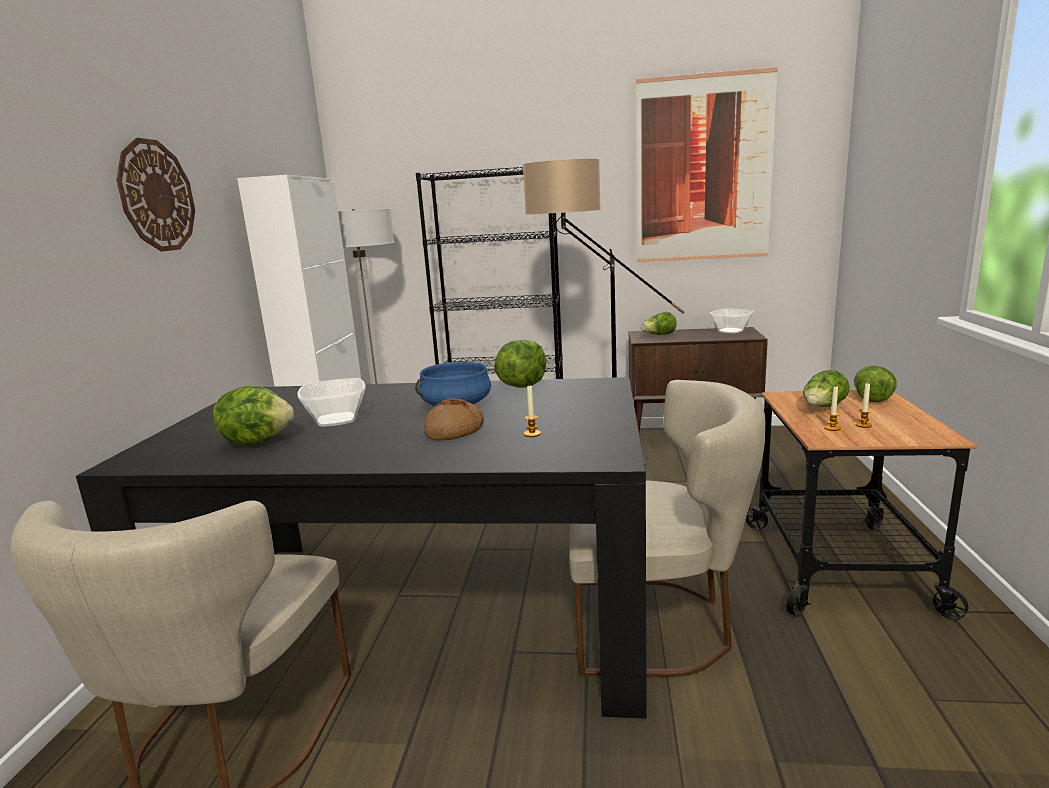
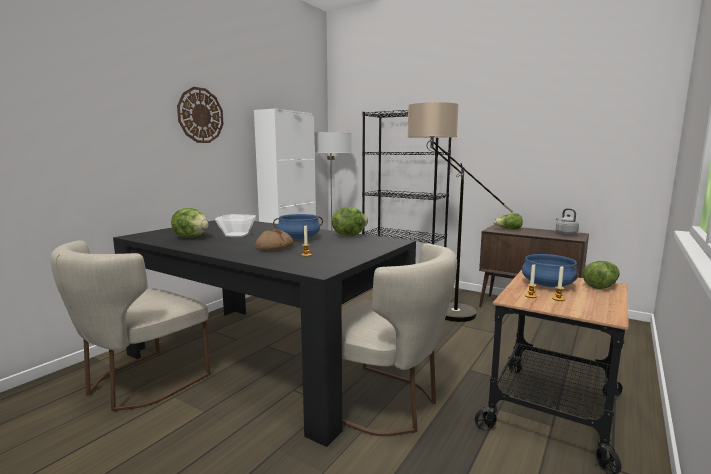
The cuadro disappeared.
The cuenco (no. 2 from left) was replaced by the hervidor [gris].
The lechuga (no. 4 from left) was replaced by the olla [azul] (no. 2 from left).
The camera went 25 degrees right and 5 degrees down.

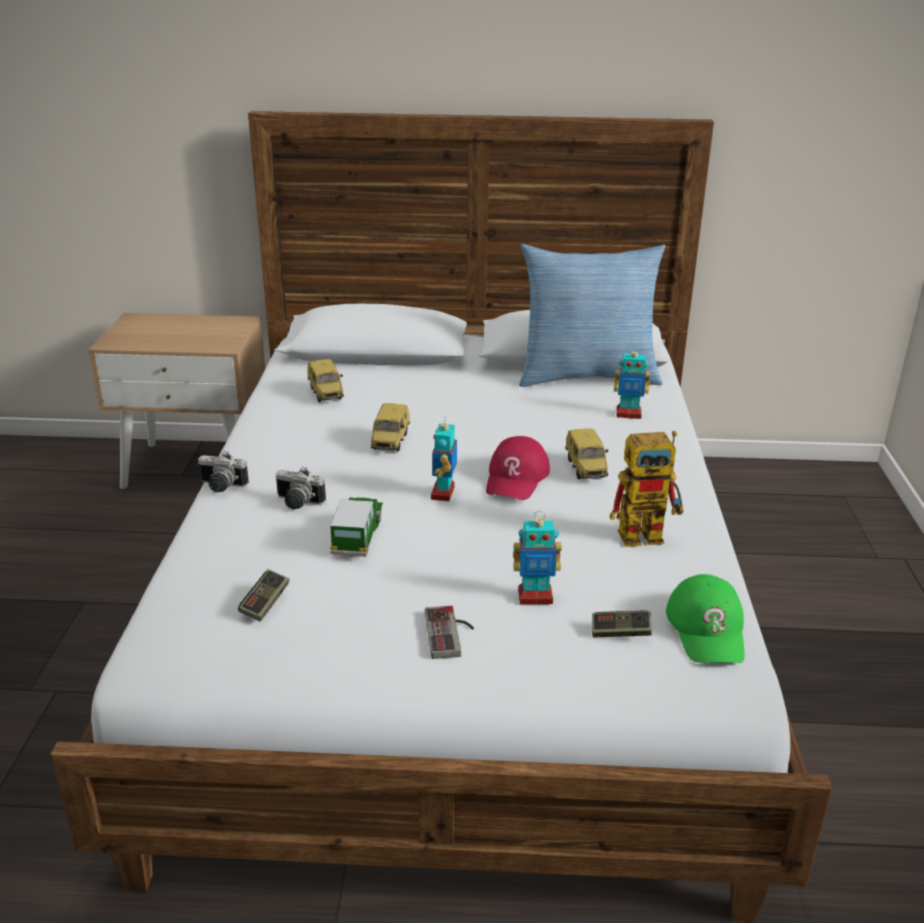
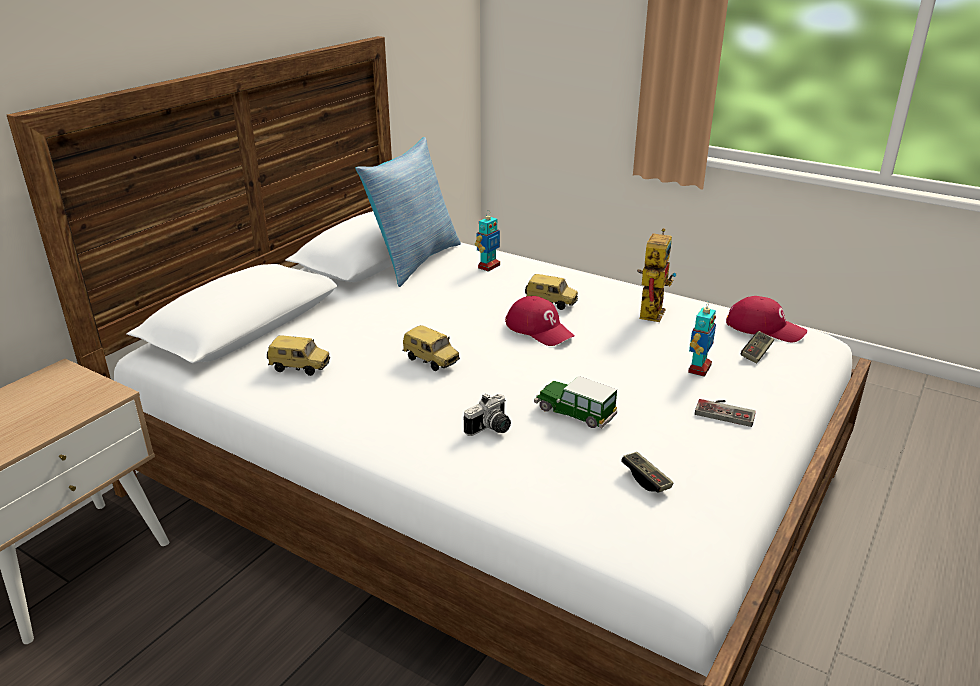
The cámara (no. 1 from left) disappeared.
The robot de juguete (no. 1 from left) disappeared.
The gorra [verde] became the gorra [rojo] (no. 2 from left).
The camera went 60 degrees left and 0 degrees up.

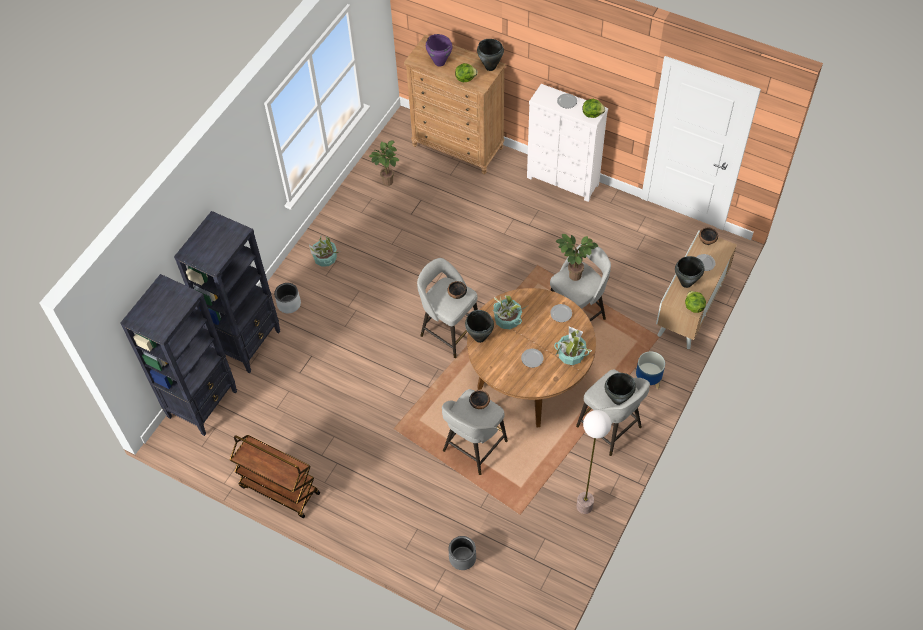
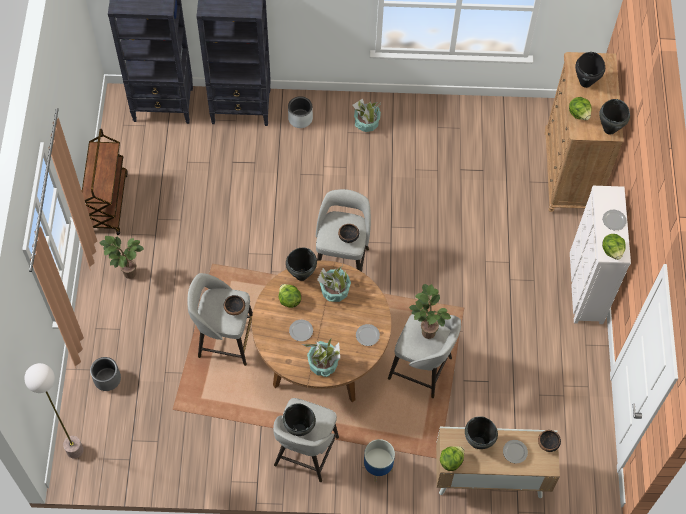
The planta en maceta (no. 2 from left in the first image) moved.
The olla [morado] became the olla [negro] (no. 4 from left).
The lámpara de pie moved.
The lechuga (no. 1 from left) appeared.
The camera went 60 degrees right and 5 degrees up.

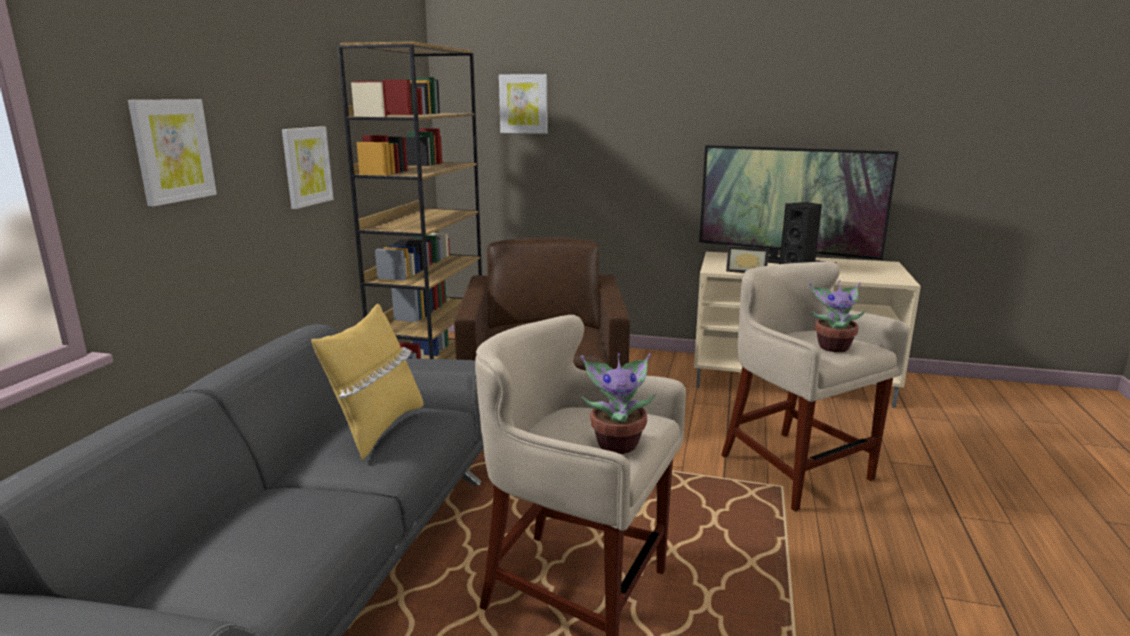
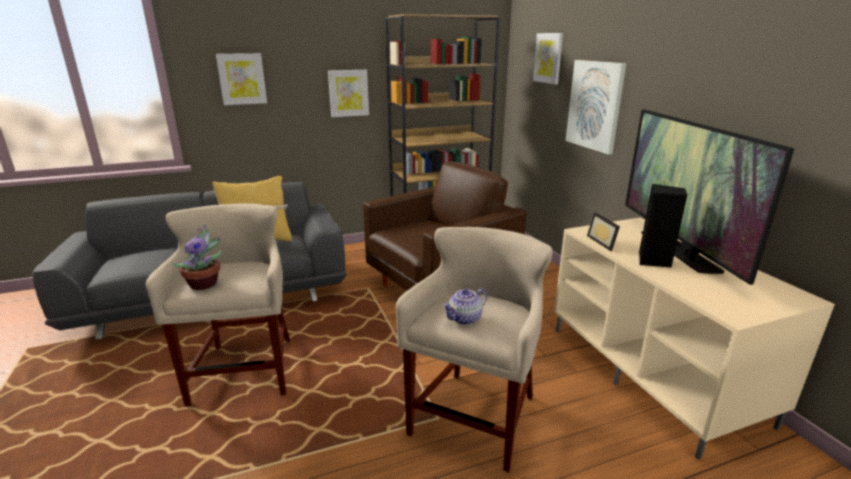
The planta en maceta (no. 2 from left) was replaced by the tetera.
The cuadro (no. 4 from left) appeared.
The camera went 55 degrees right and 5 degrees up.

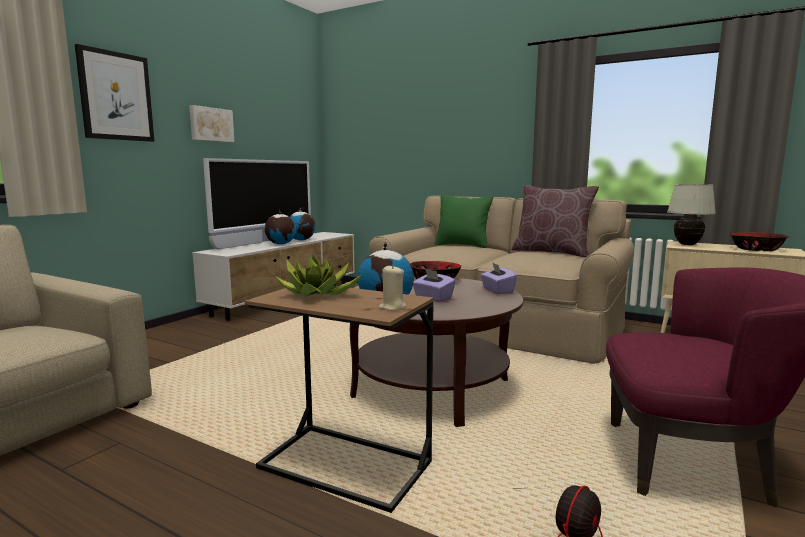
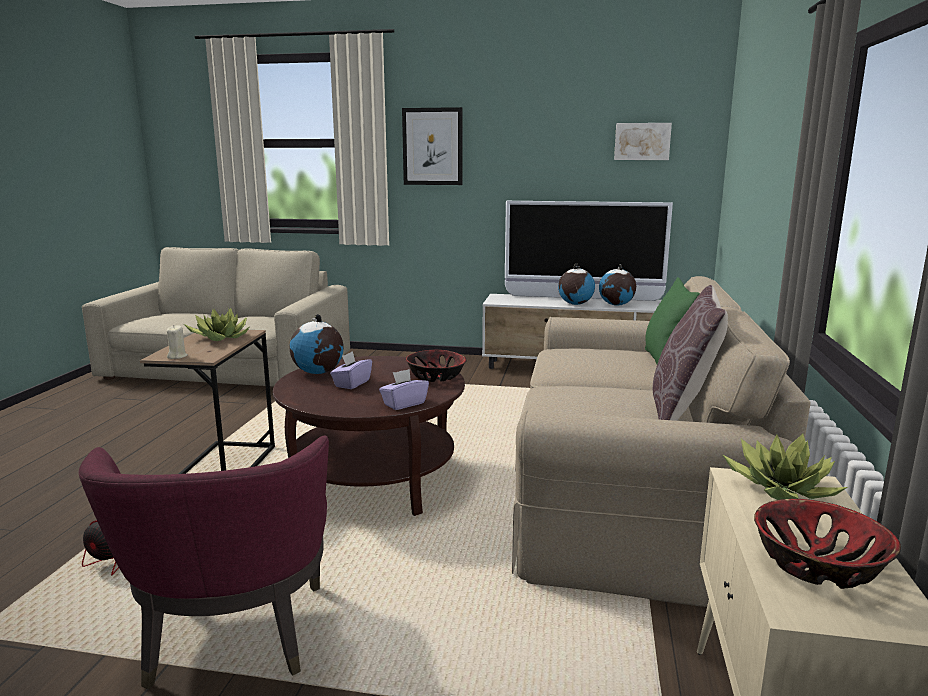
The cuadro (no. 2 from left) moved.
The lámpara de mesa [blanco] was replaced by the planta en maceta (no. 2 from left).
The camera went 70 degrees right and 5 degrees up.

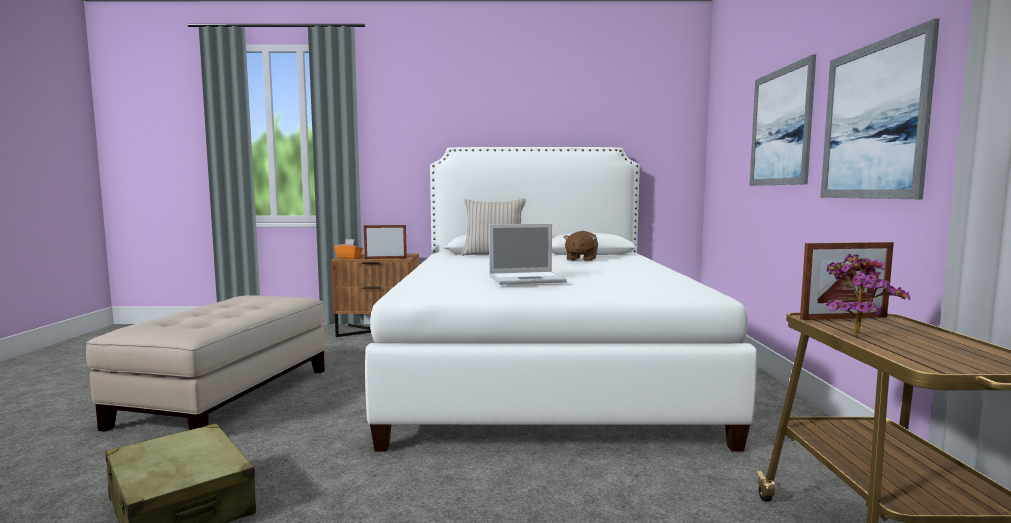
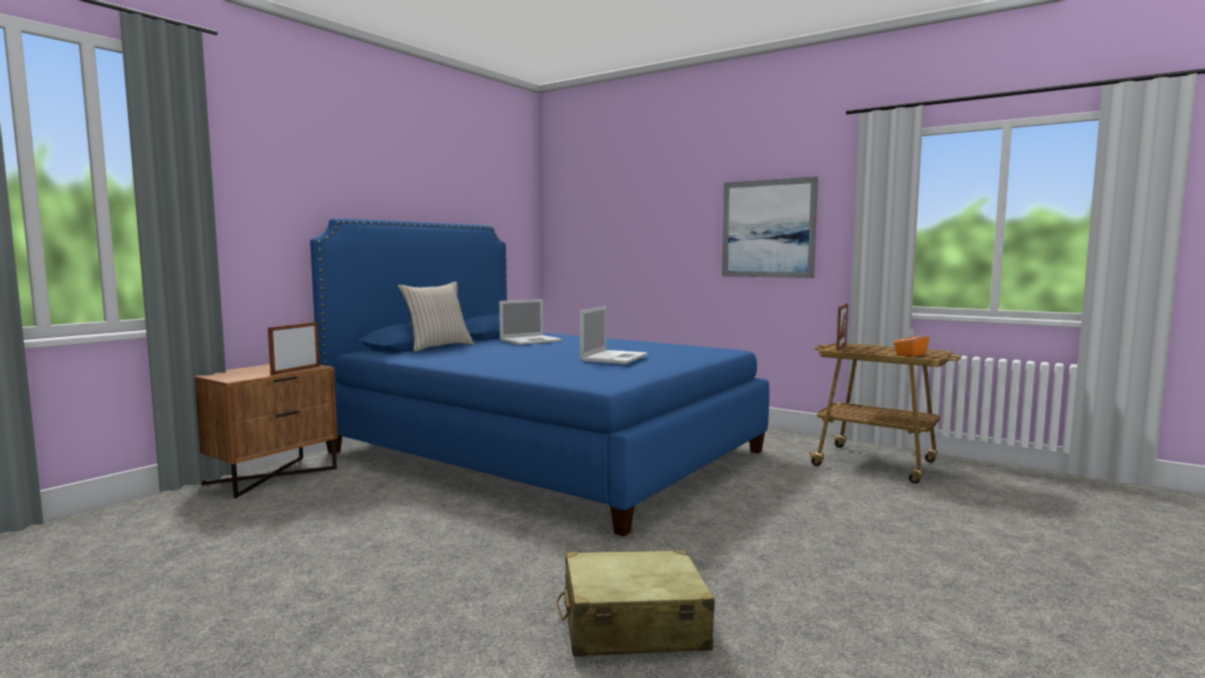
The puf [beis] disappeared.
The caja de pañuelos [naranja] moved.
The cama [blanco] became the cama [azul].
The peluche [marrón] was replaced by the portátil (no. 1 from left).
The cuadro (no. 1 from left) disappeared.
The planta en maceta disappeared.
The camera went 55 degrees left and 0 degrees up.

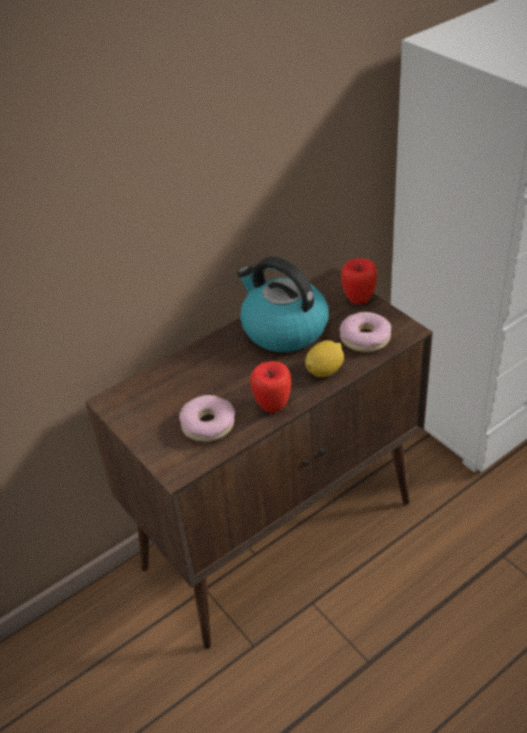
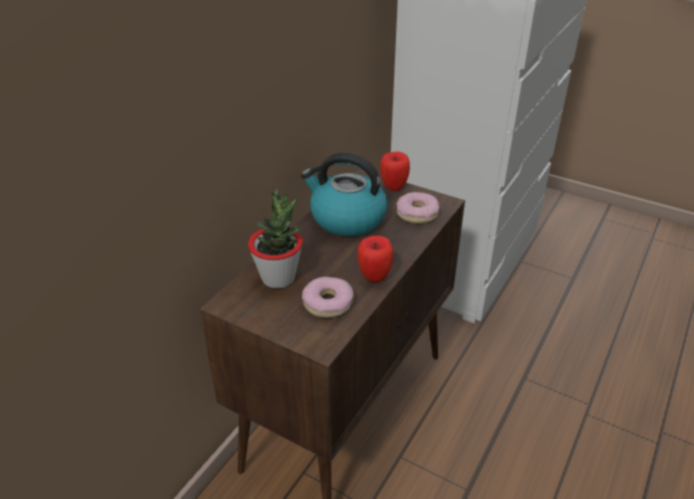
The limón disappeared.
The planta en maceta appeared.
The camera went 25 degrees left and 5 degrees down.

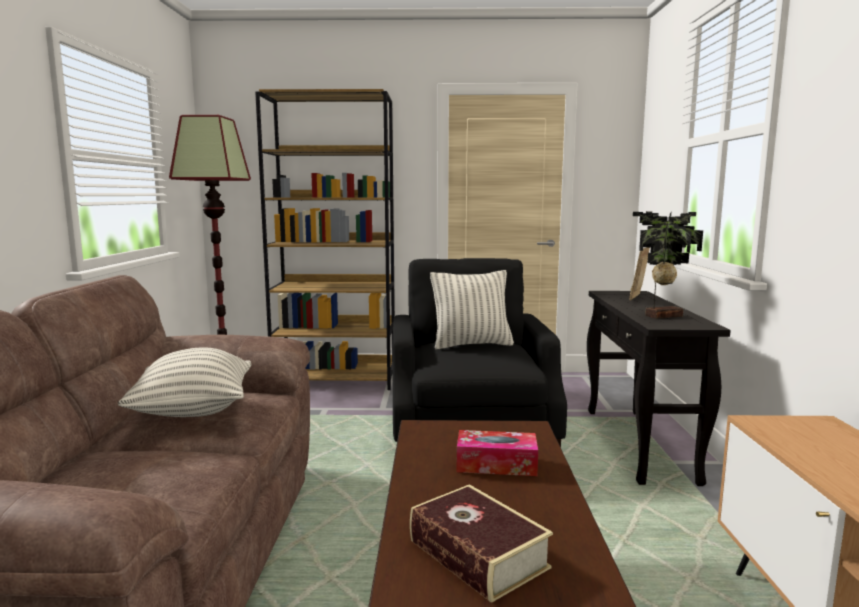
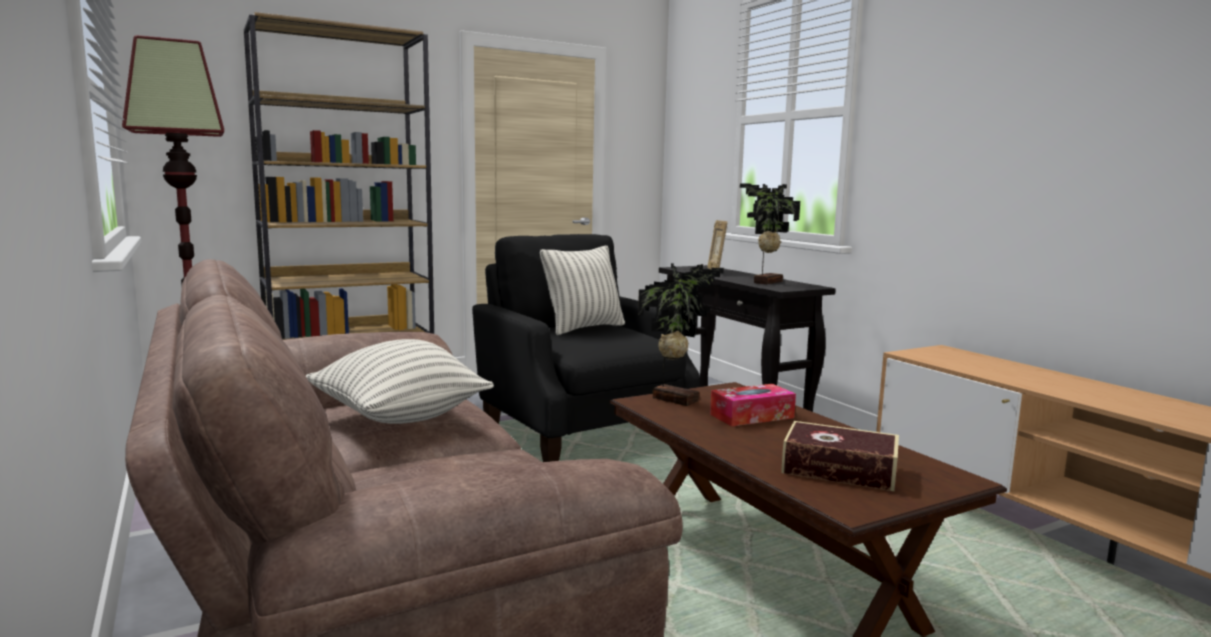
The planta en maceta (no. 1 from left) appeared.
The camera went 30 degrees left and 0 degrees up.

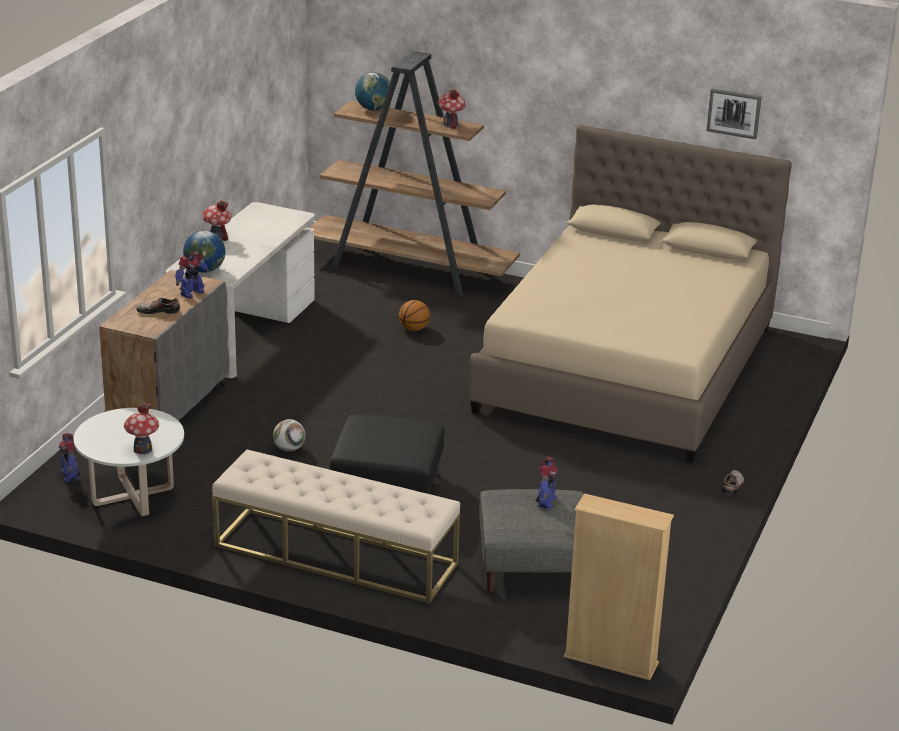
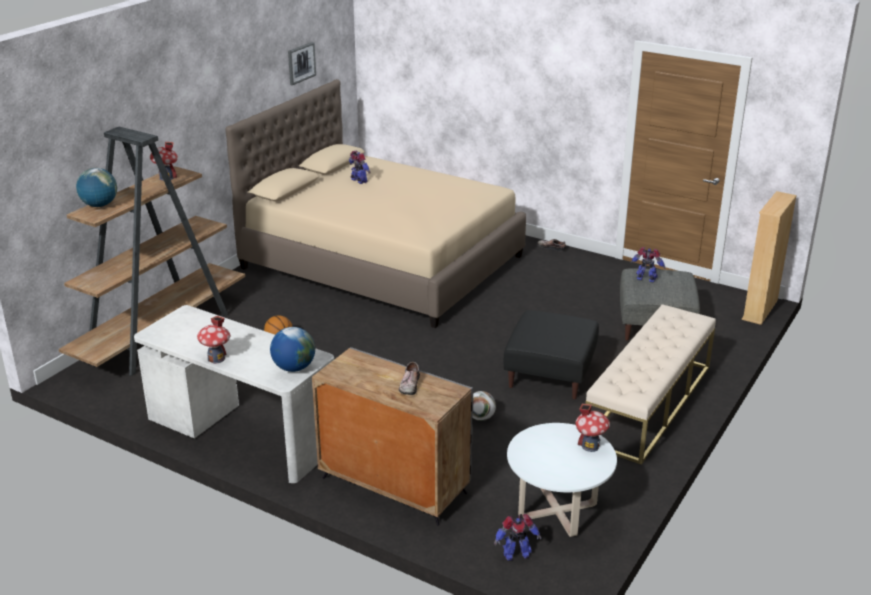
The robot de juguete (no. 2 from left in the first image) moved.
The camera went 80 degrees left and 0 degrees up.

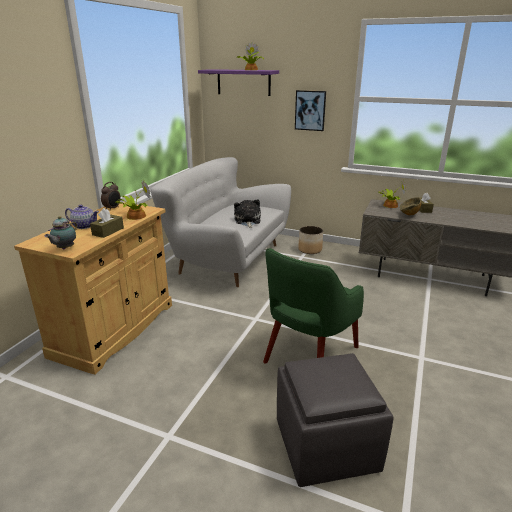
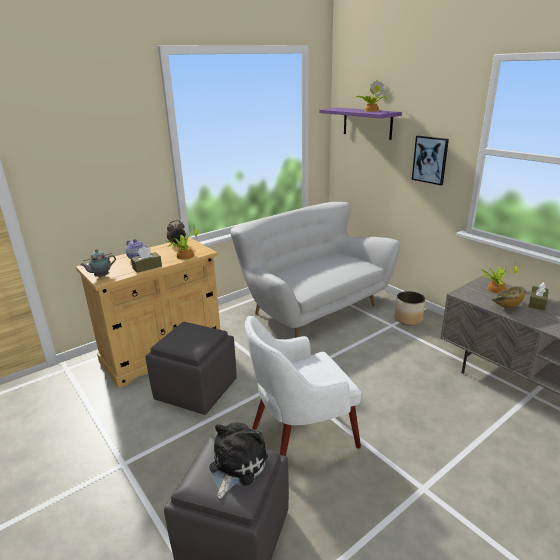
The peluche moved.
The sillón [verde] became the sillón [blanco].
The puf [gris] (no. 1 from left) appeared.
The camera went 30 degrees right and 0 degrees up.

